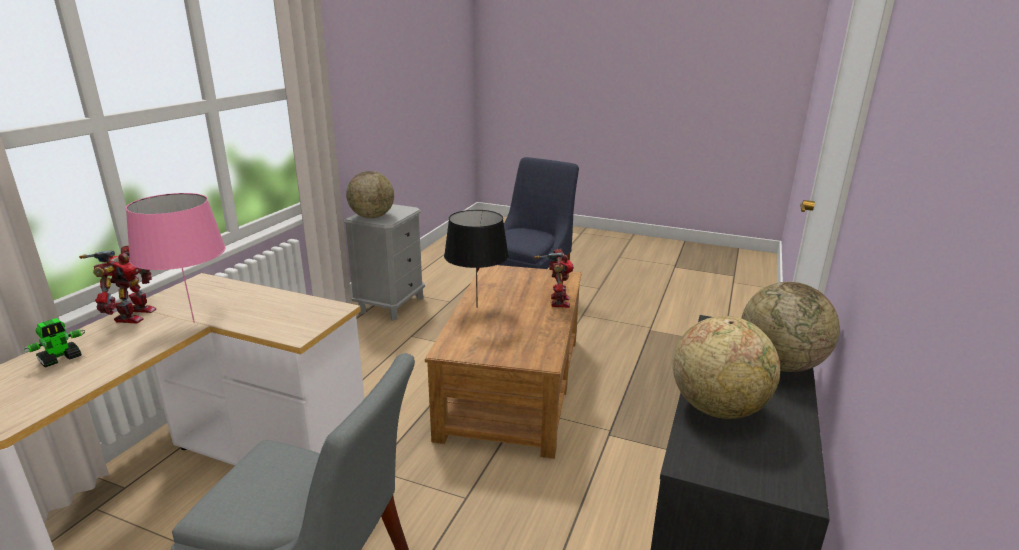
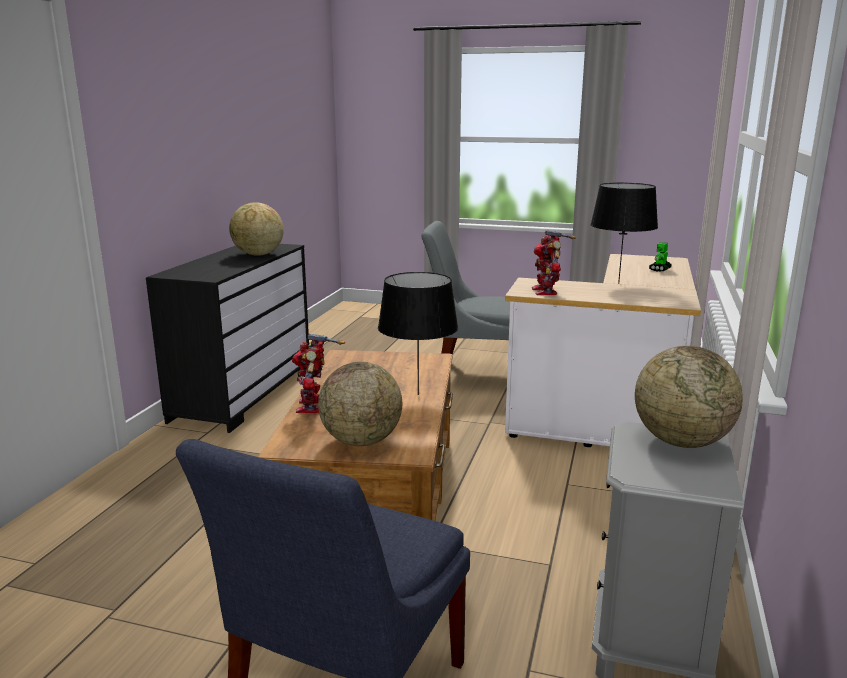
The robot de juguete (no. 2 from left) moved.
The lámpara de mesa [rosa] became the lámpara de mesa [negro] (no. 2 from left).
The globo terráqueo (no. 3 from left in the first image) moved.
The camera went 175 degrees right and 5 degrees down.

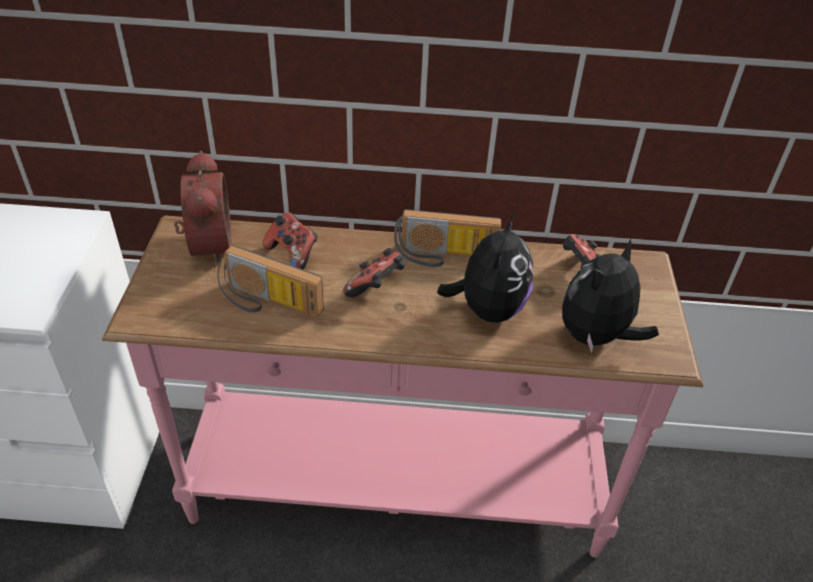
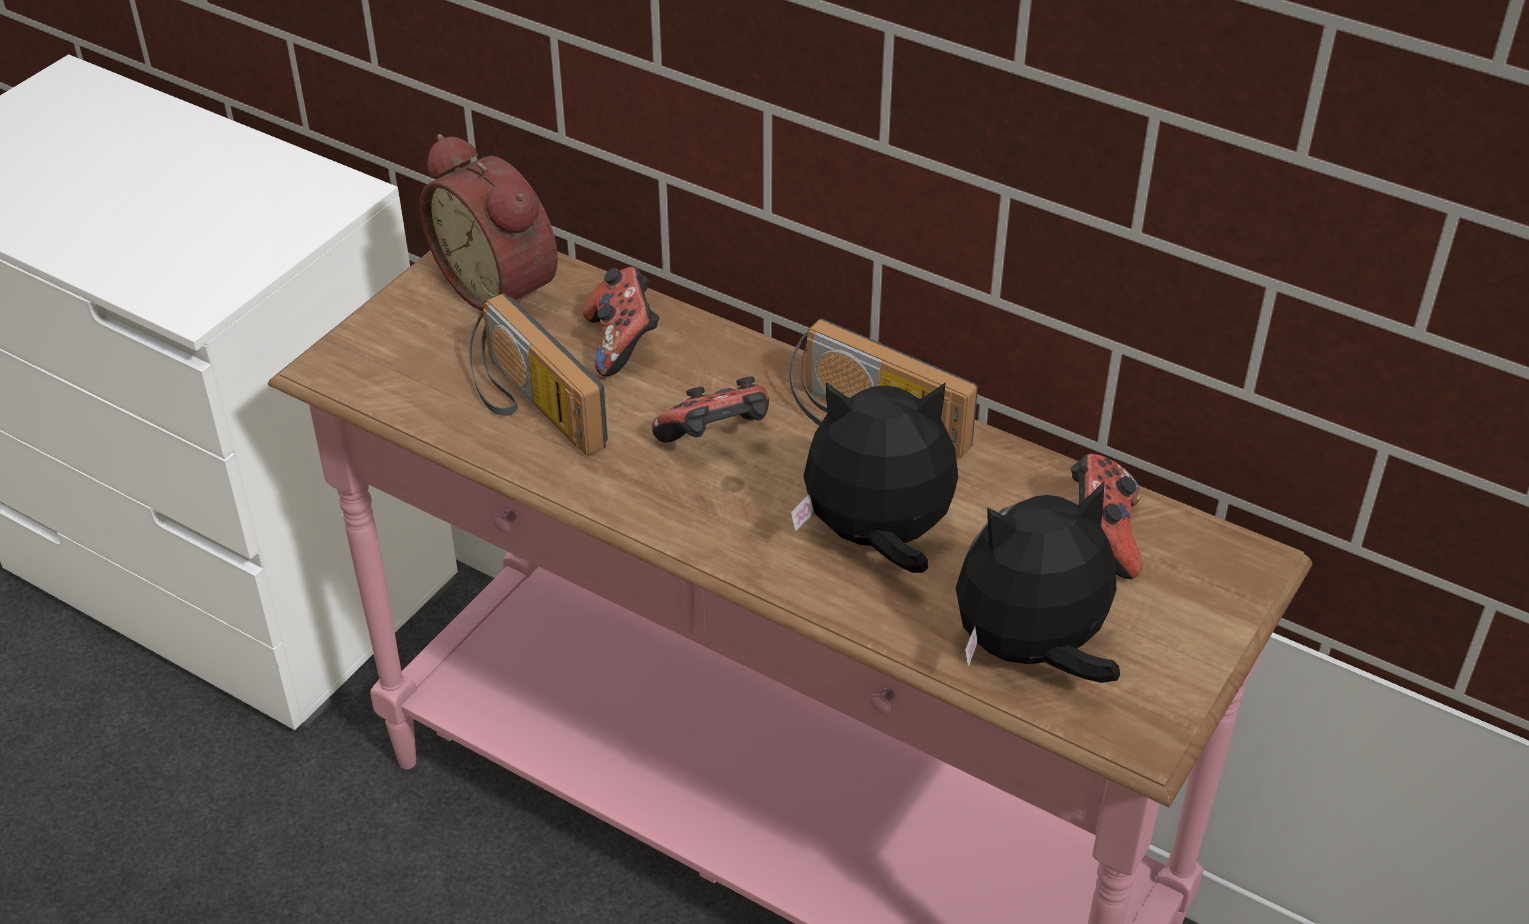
The despertador turned 120 degrees clockwise.
The peluche (no. 1 from left) turned 135 degrees counterclockwise.
The camera went 30 degrees right and 0 degrees up.

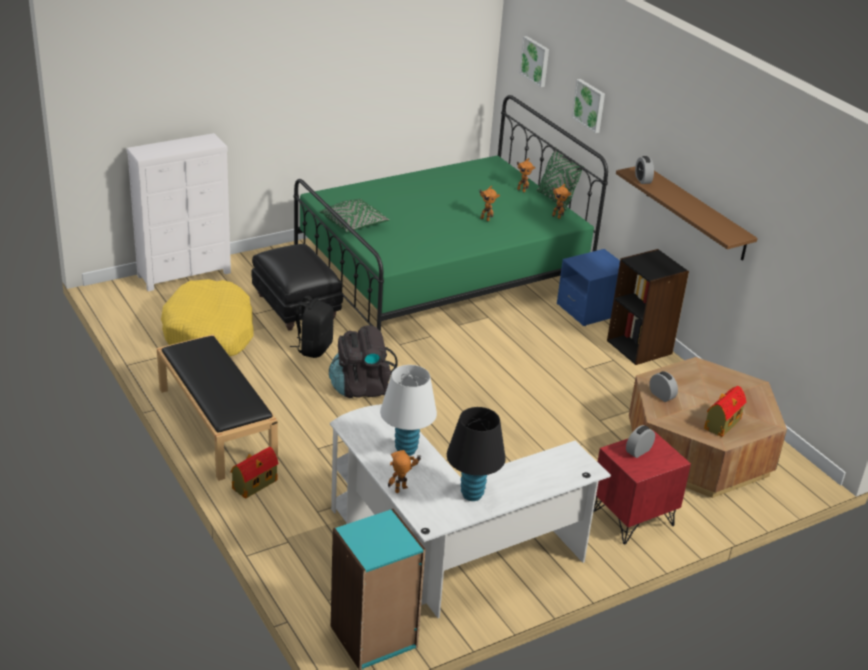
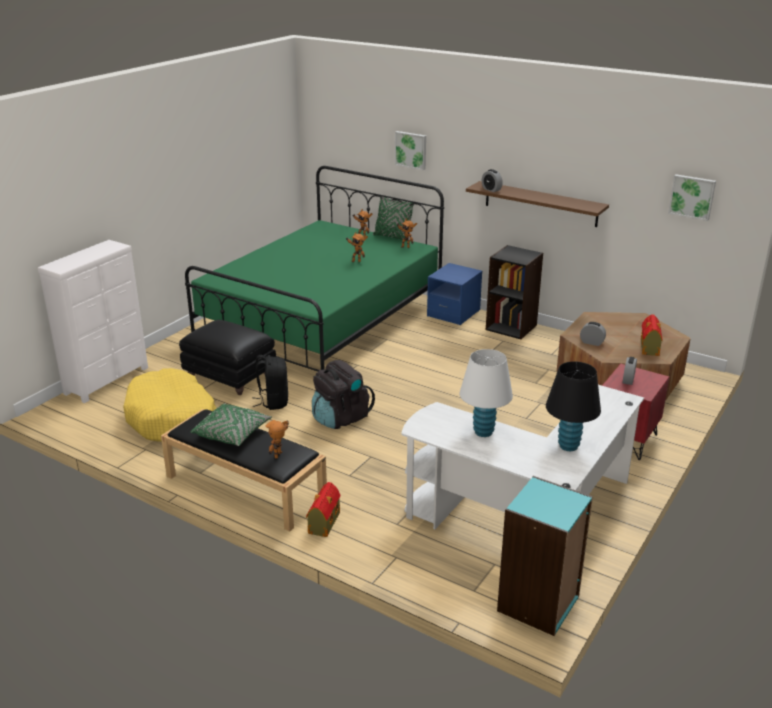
The cojín [verde] (no. 1 from left) moved.
The robot de juguete (no. 1 from left) moved.
The cuadro (no. 1 from left in the first image) moved.
The camera went 25 degrees left and 5 degrees down.

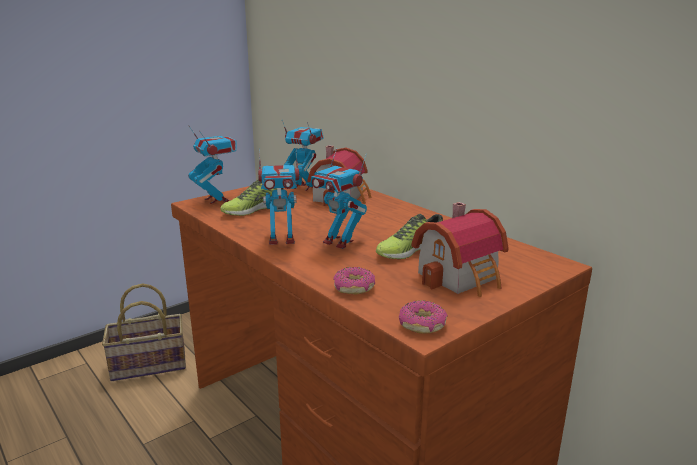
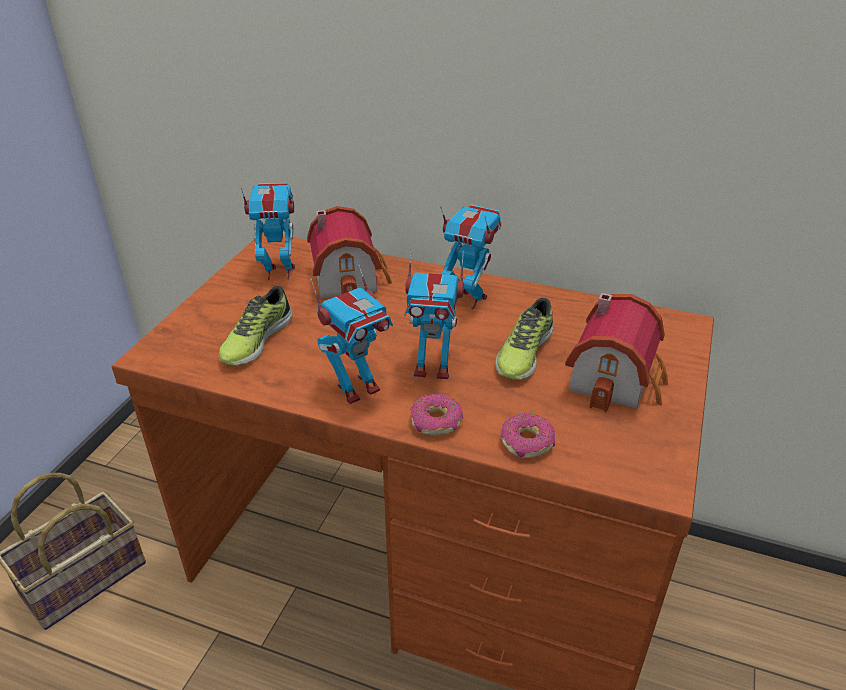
The robot de juguete (no. 1 from left in the first image) moved.
The rosquilla (no. 2 from left in the first image) moved.
The camera went 30 degrees left and 15 degrees up.

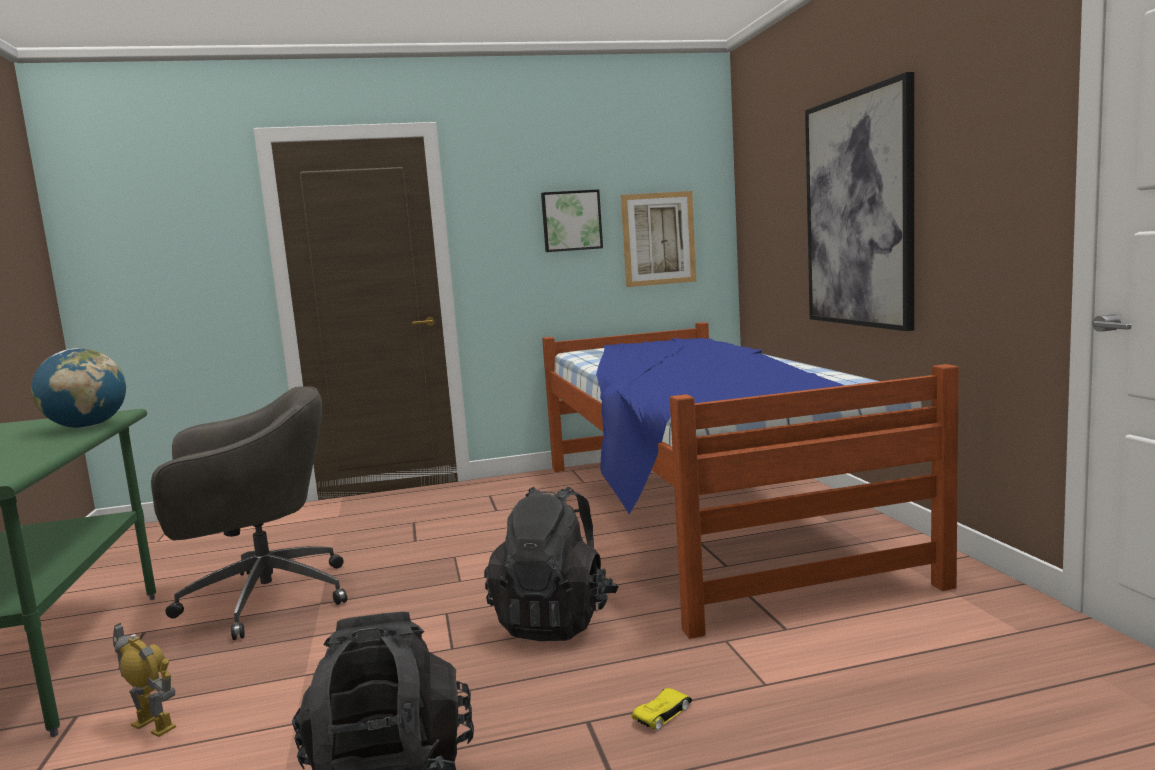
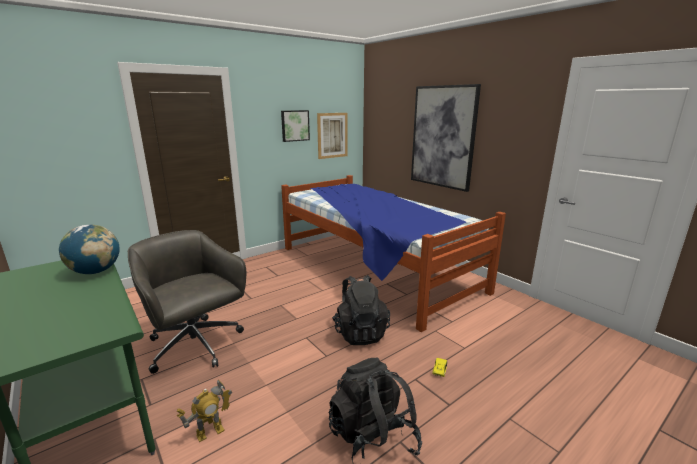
The robot de juguete turned 135 degrees clockwise.
The silla de oficina [gris] turned 90 degrees counterclockwise.
The camera went 25 degrees left and 10 degrees up.

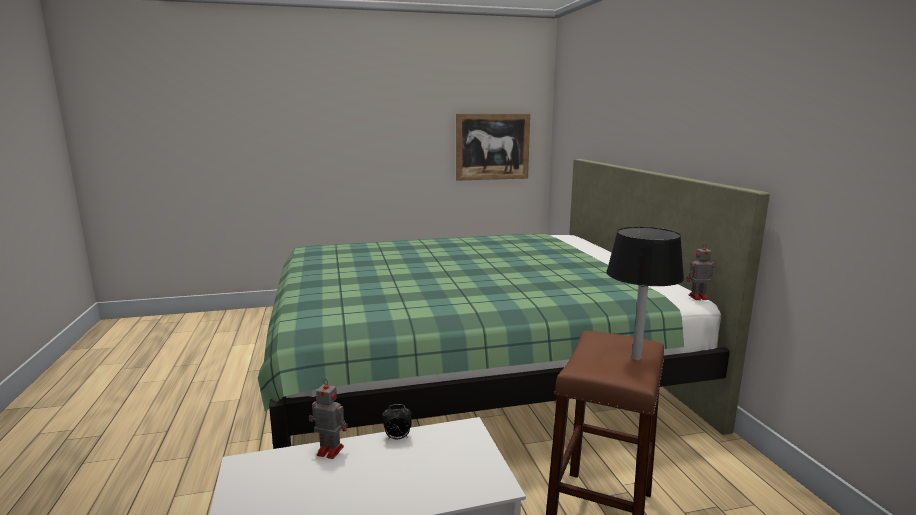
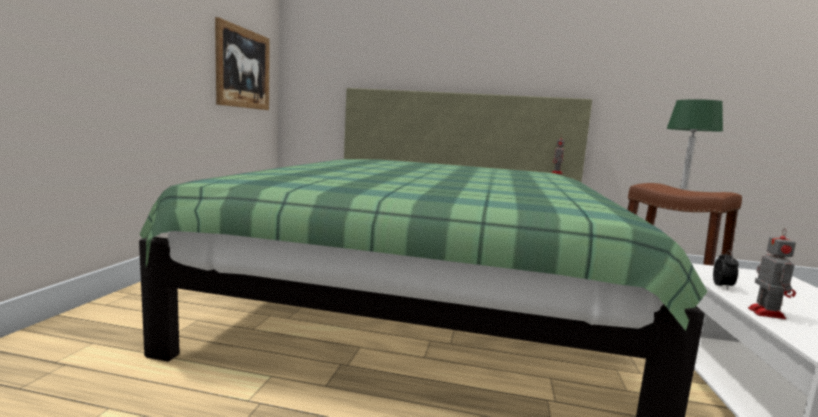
The robot de juguete (no. 1 from left in the first image) turned 150 degrees clockwise.
The lámpara de mesa [negro] became the lámpara de mesa [verde].
The camera went 65 degrees left and 5 degrees down.

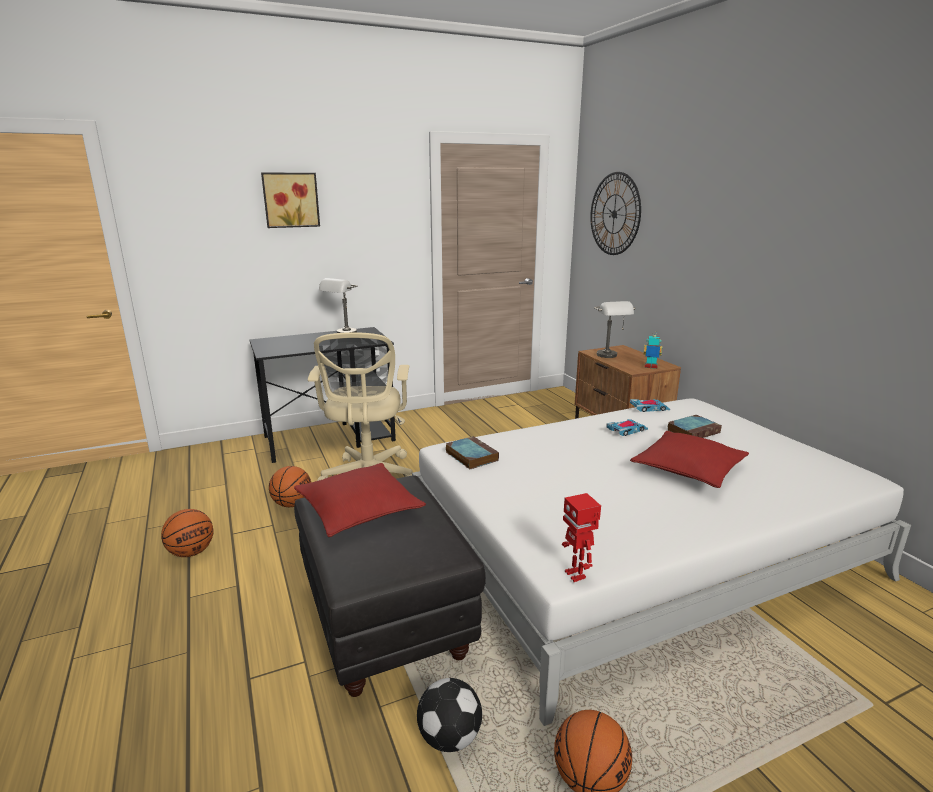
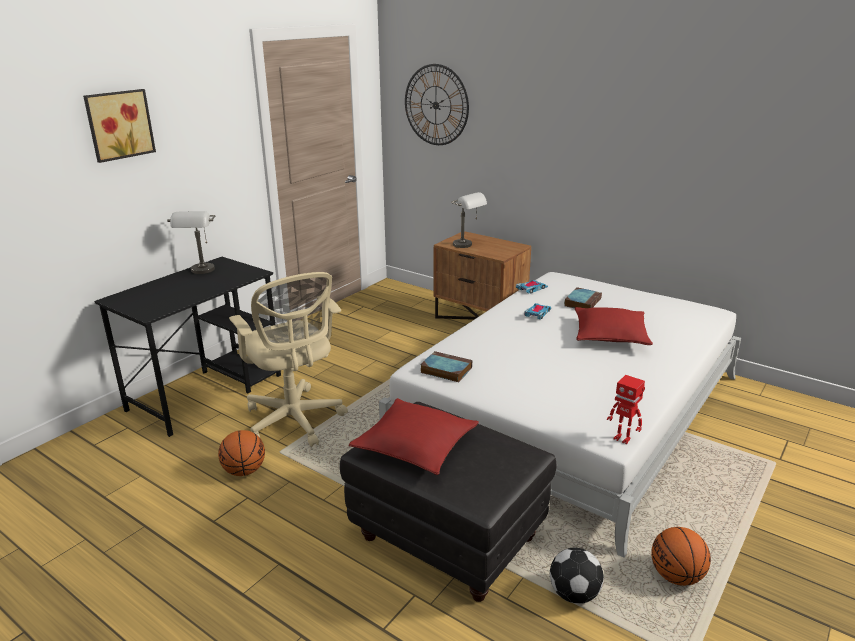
The balón de baloncesto (no. 1 from left) disappeared.
The robot de juguete (no. 2 from left) disappeared.
The camera went 30 degrees left and 5 degrees up.

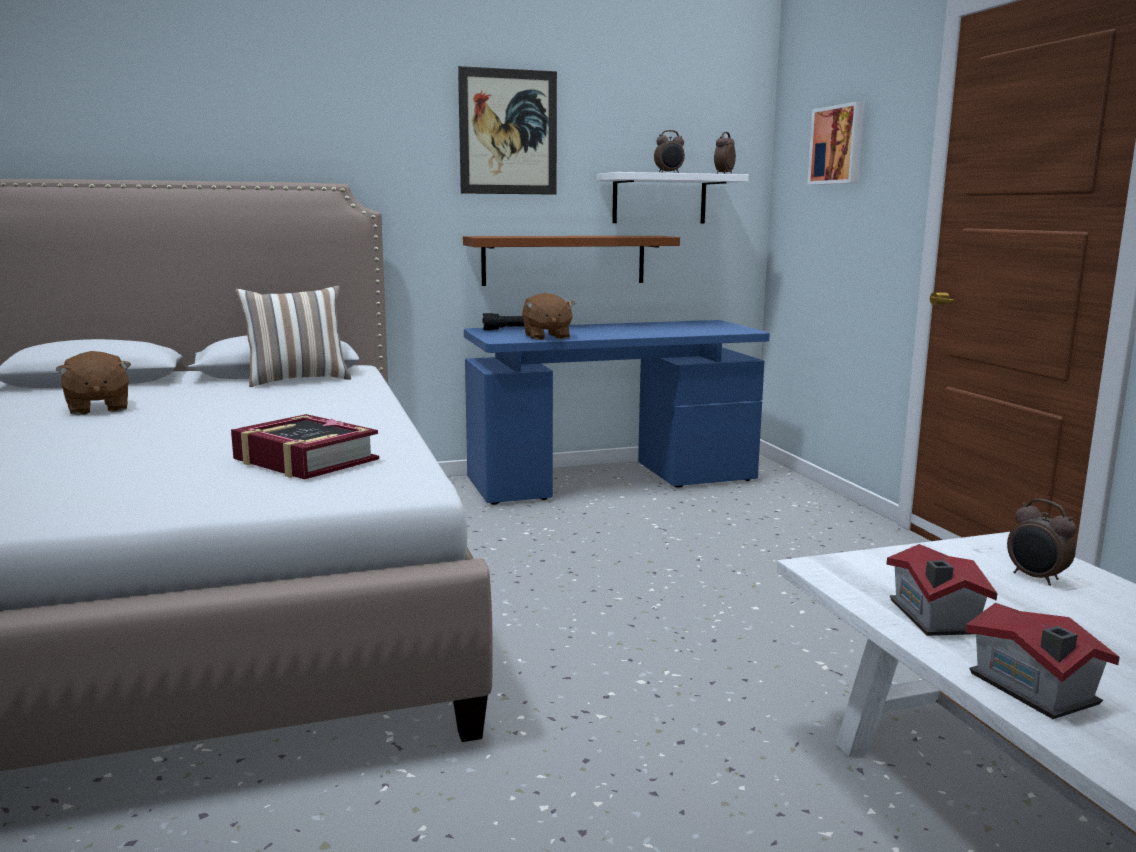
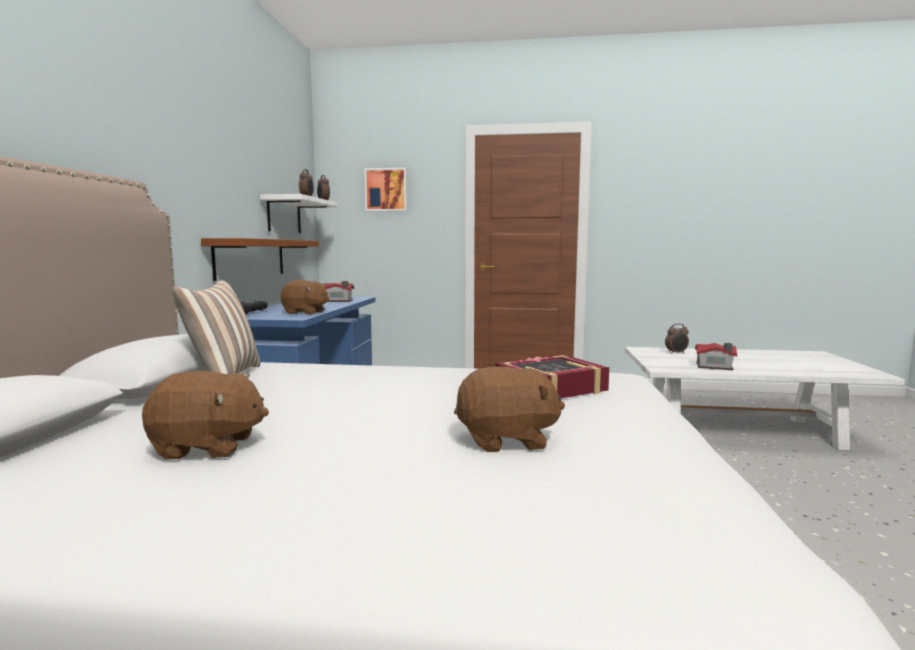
The cuadro (no. 1 from left) disappeared.
The casita (no. 2 from left in the first image) moved.
The peluche [marrón] (no. 3 from left) appeared.
The camera went 65 degrees left and 5 degrees down.

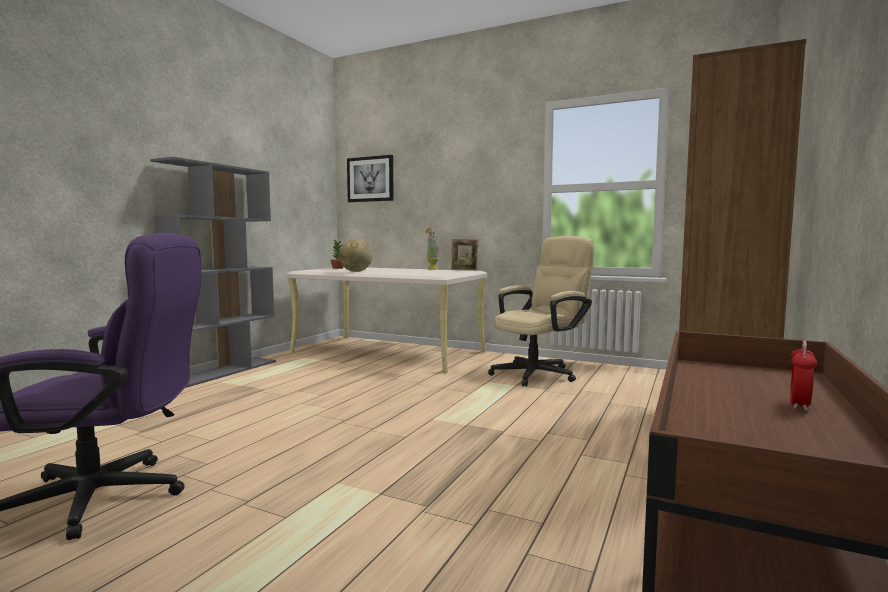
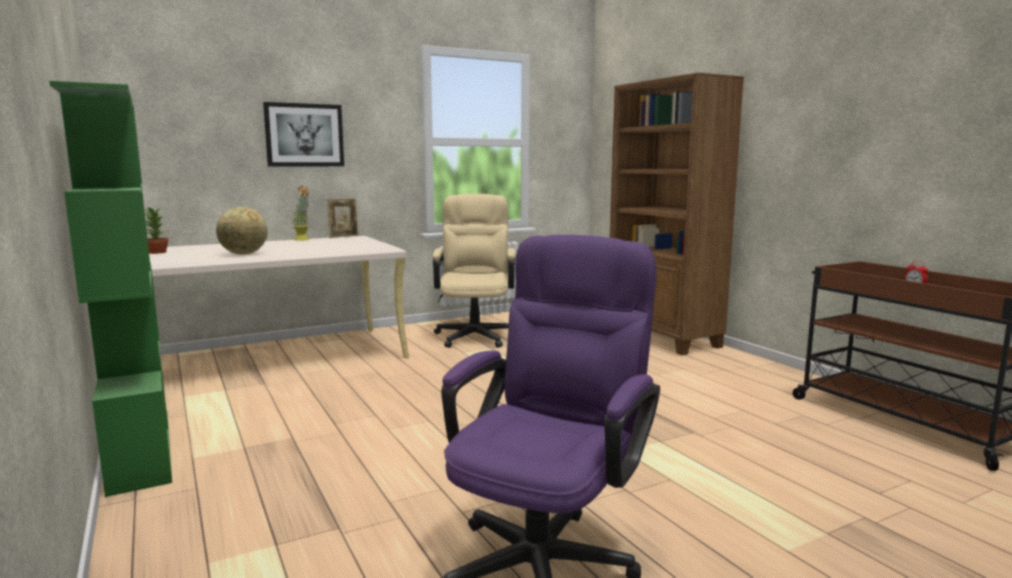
The estantería [gris] became the estantería [verde].
The cuadro moved.
The camera went 55 degrees left and 5 degrees up.

